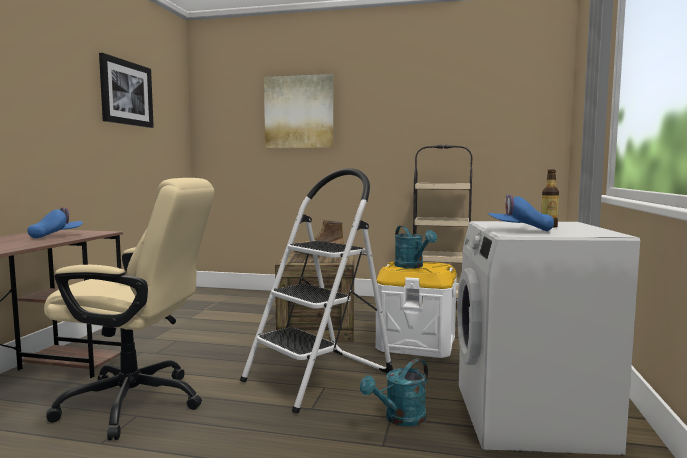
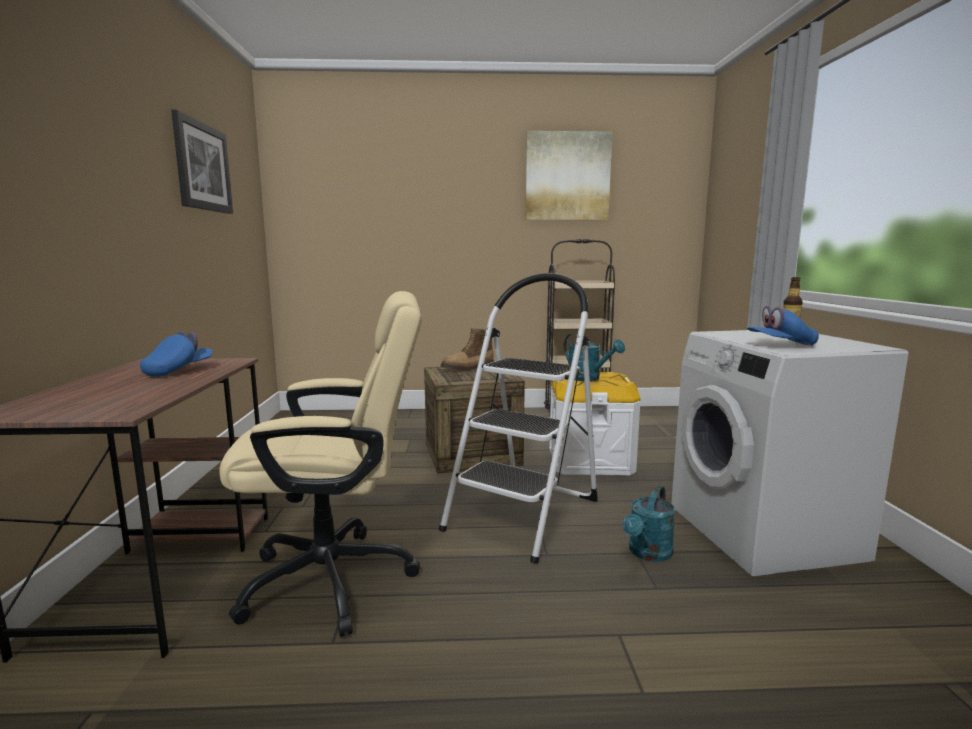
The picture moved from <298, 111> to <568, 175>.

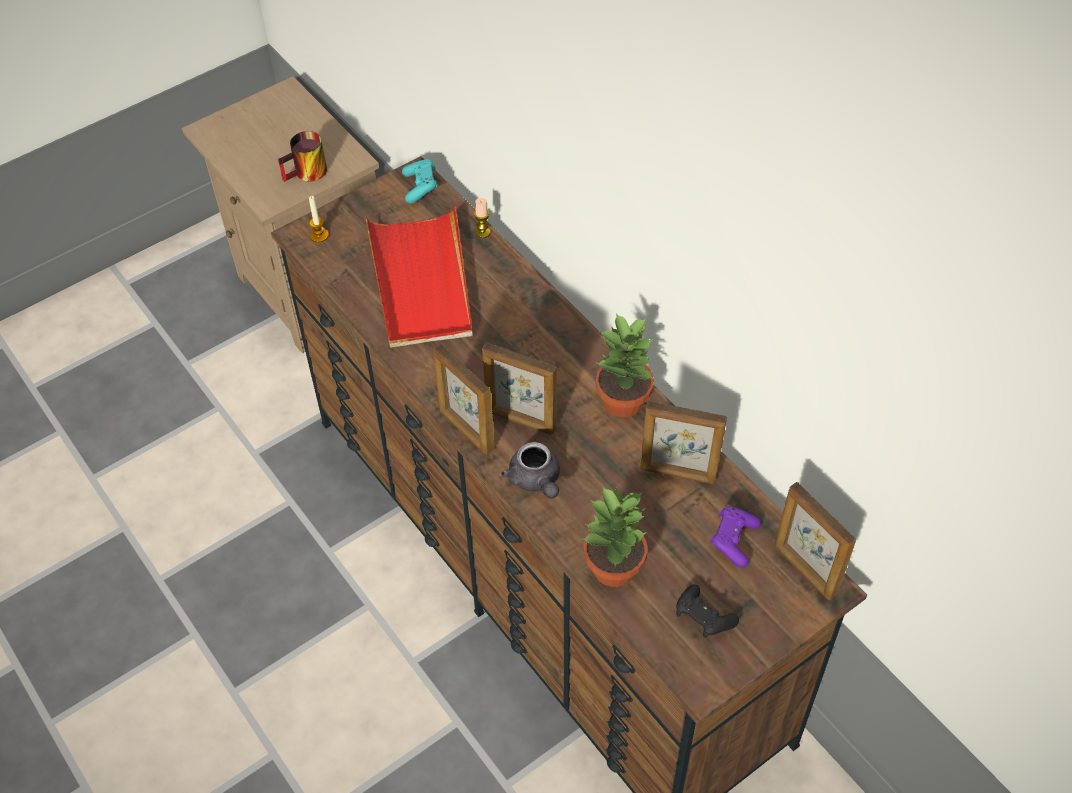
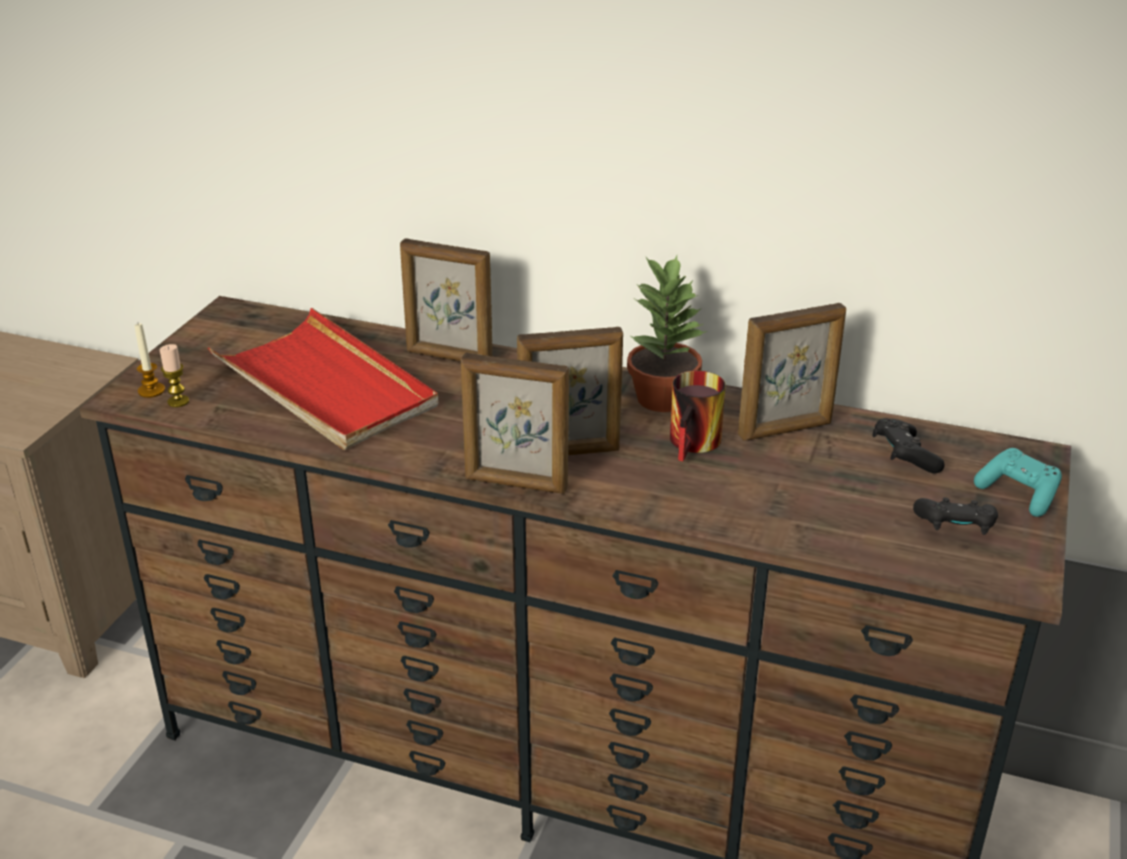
The candle moved from <482, 218> to <174, 375>. The picture_frame moved from <815, 541> to <446, 299>. The coffee_mug moved from <302, 156> to <698, 416>. The purple-coloured_gamepad at <735, 537> became the blackish_gamepad at <908, 446>. The turquoise-coloured_gamepad moved from <420, 181> to <1018, 482>. The grey_teapot at <530, 470> disappeared. The potted_plant at <615, 537> disappeared.

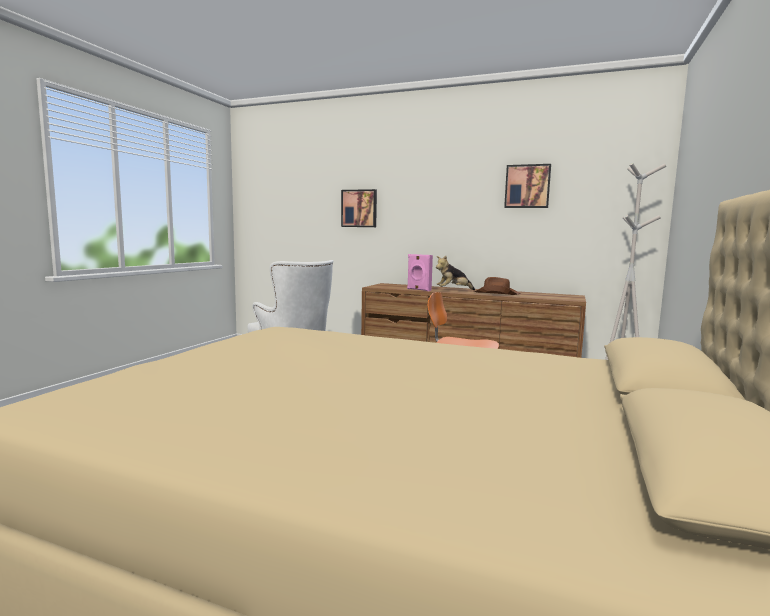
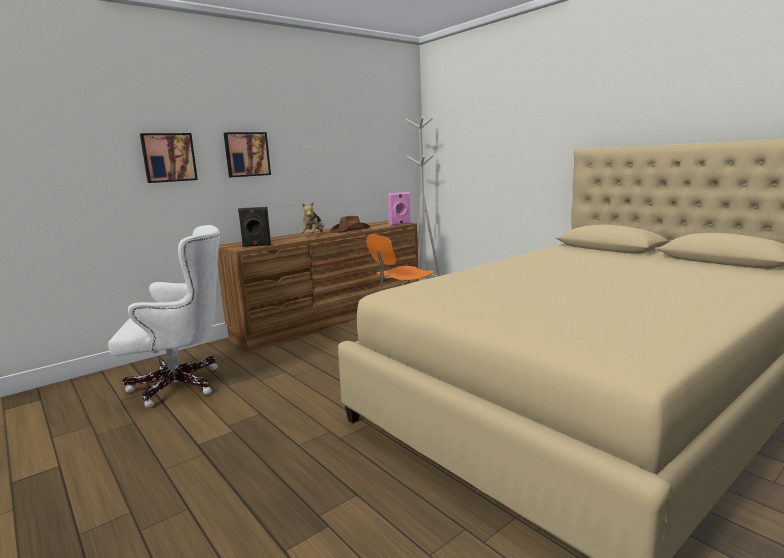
The picture moved from <527, 186> to <247, 154>. The blackish_audio_speaker at <254, 227> appeared. The pink-coloured_audio_speaker moved from <420, 272> to <399, 209>.

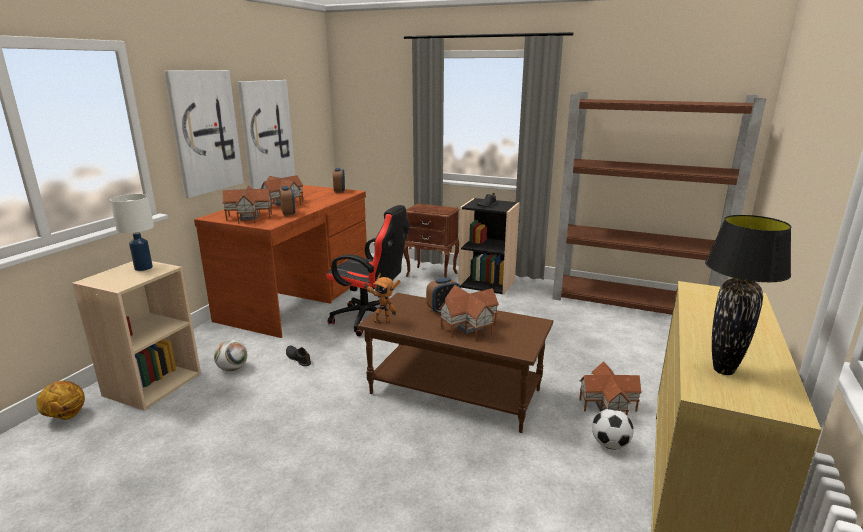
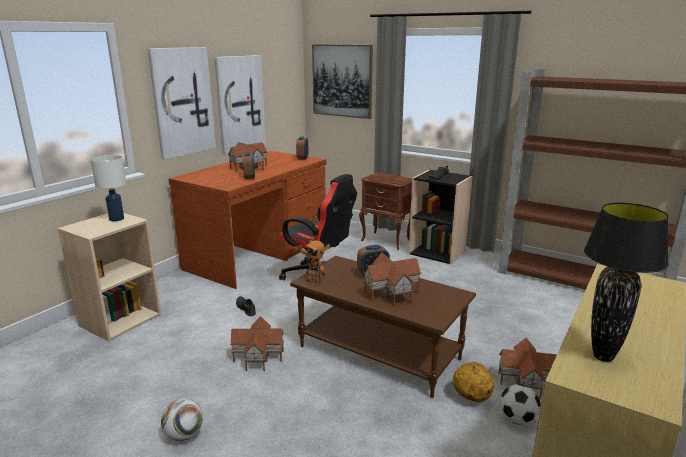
The football moved from <230, 355> to <182, 419>. The toy_house moved from <247, 205> to <257, 343>. The picture at <342, 81> appeared. The ball_for_basketball moved from <60, 400> to <473, 382>.

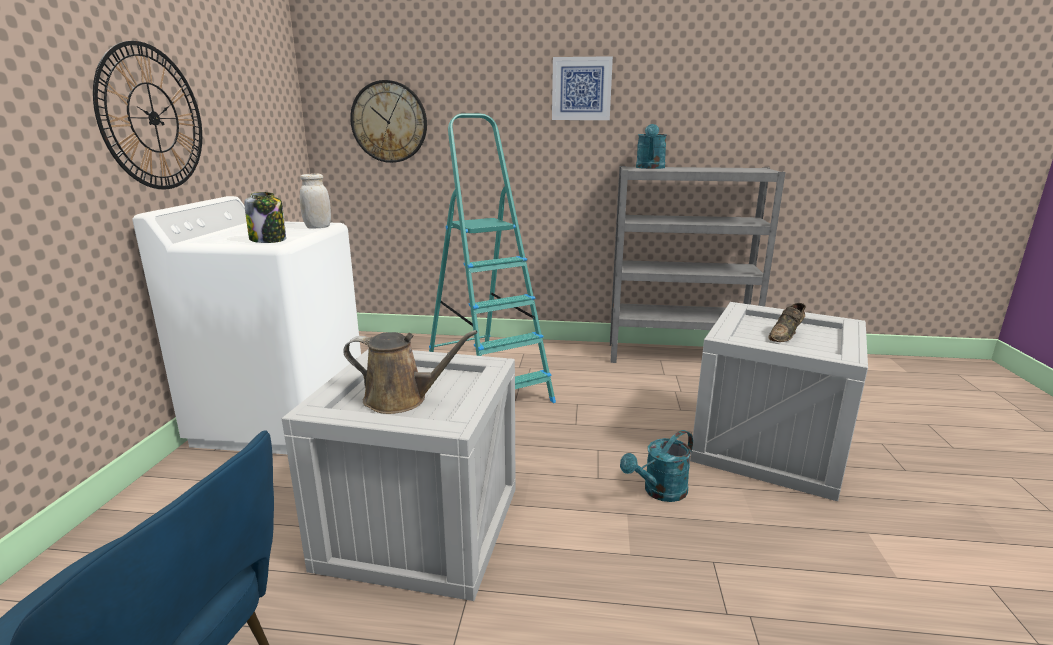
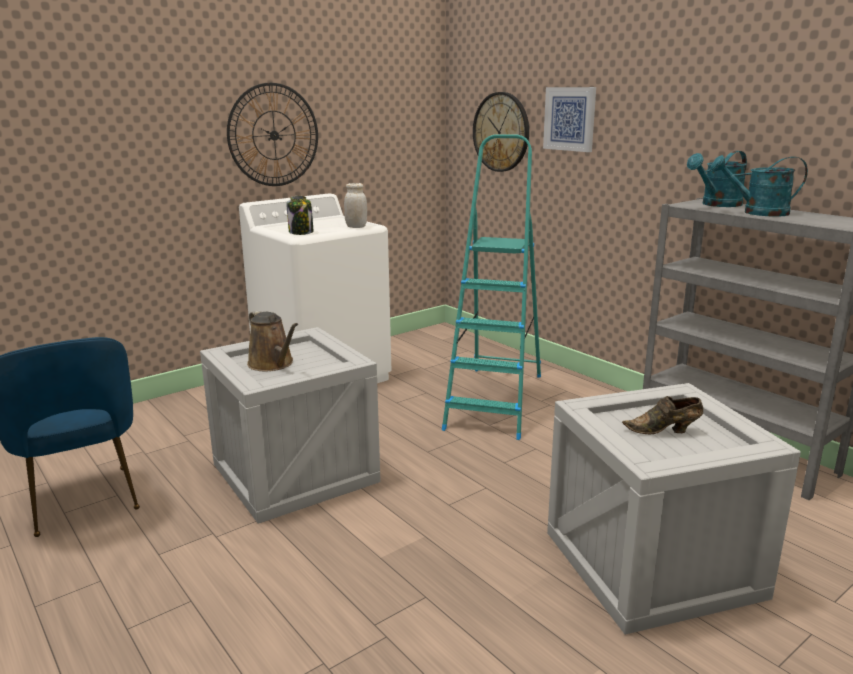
The picture moved from <582, 88> to <569, 119>. The turquoise-coloured_watering_pot moved from <656, 466> to <759, 186>.

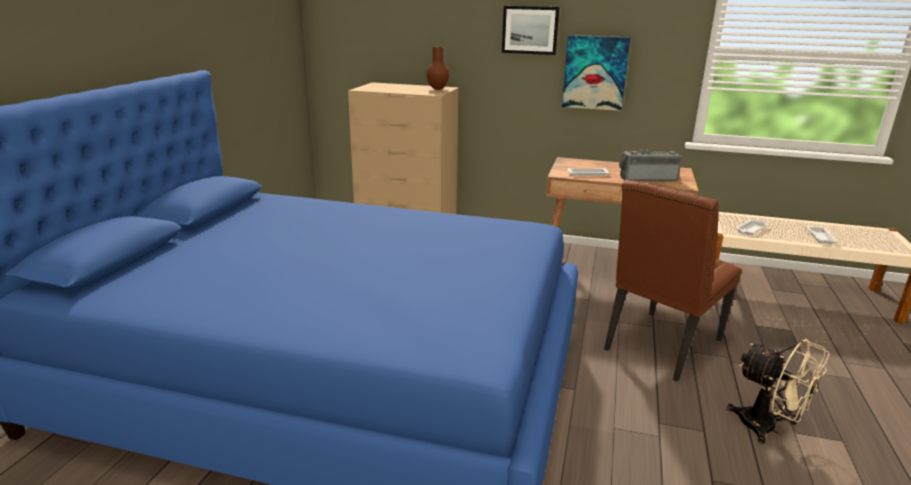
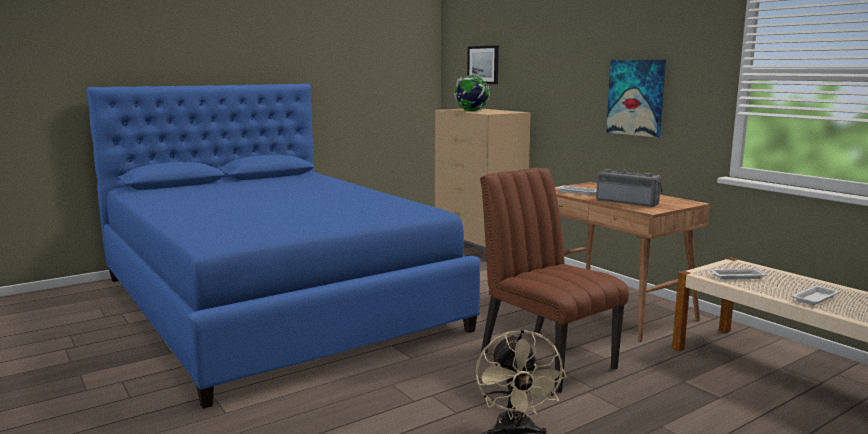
The desk_globe at <472, 92> appeared. The picture moved from <530, 30> to <483, 64>. The brown_upright_chair at <673, 280> turned 60 degrees clockwise. The brown_flower_vase at <437, 68> disappeared.

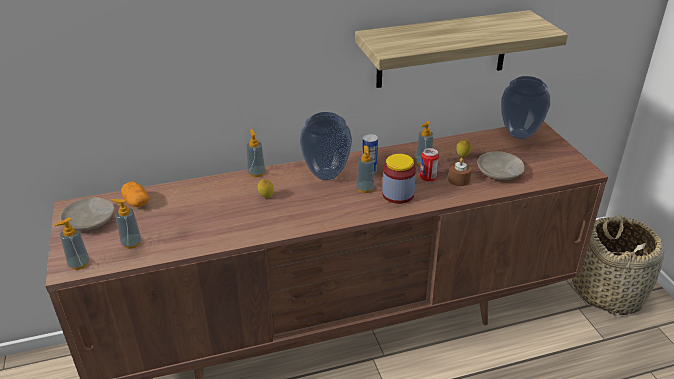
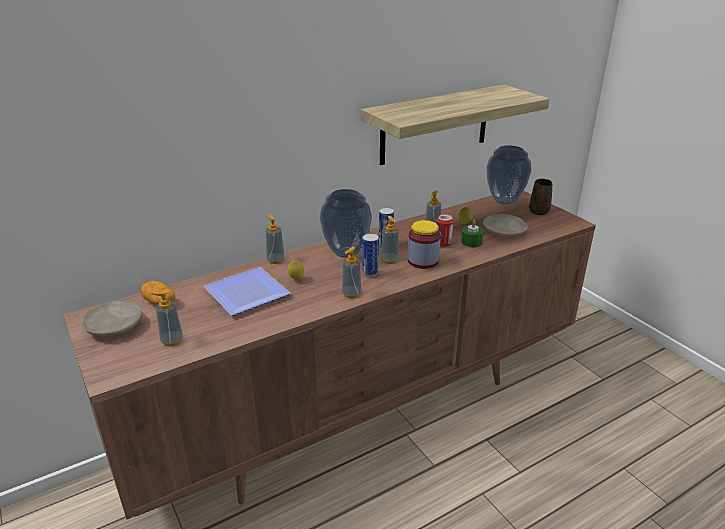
The plate at <247, 291> appeared. The liquid_soap_bottle moved from <72, 244> to <352, 273>. The metal_can at <370, 255> appeared. The brown_candle at <460, 172> became the green_candle at <472, 233>. The brown_coffee_mug at <540, 197> appeared. The basket at <618, 265> disappeared.

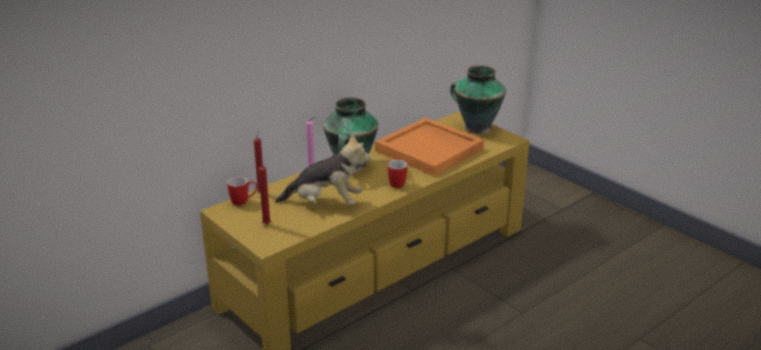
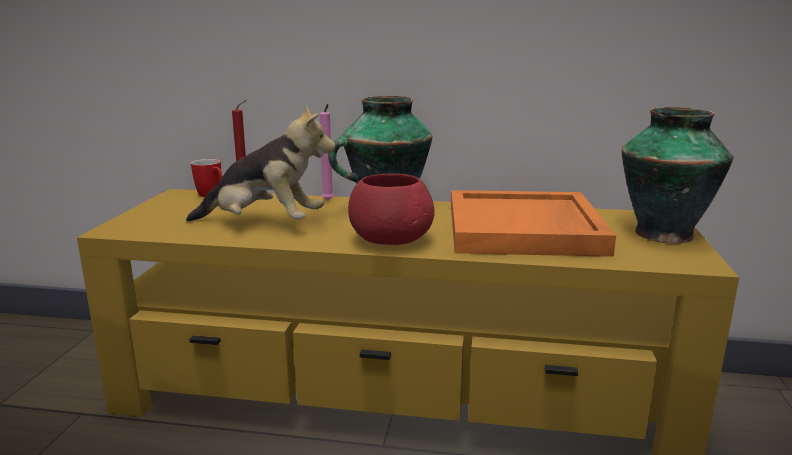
The plush_toy at <323, 169> turned 45 degrees counterclockwise. The coffee_mug at <397, 173> was replaced by the red-coloured_bowl at <391, 209>. The red-coloured_candle at <265, 195> disappeared.

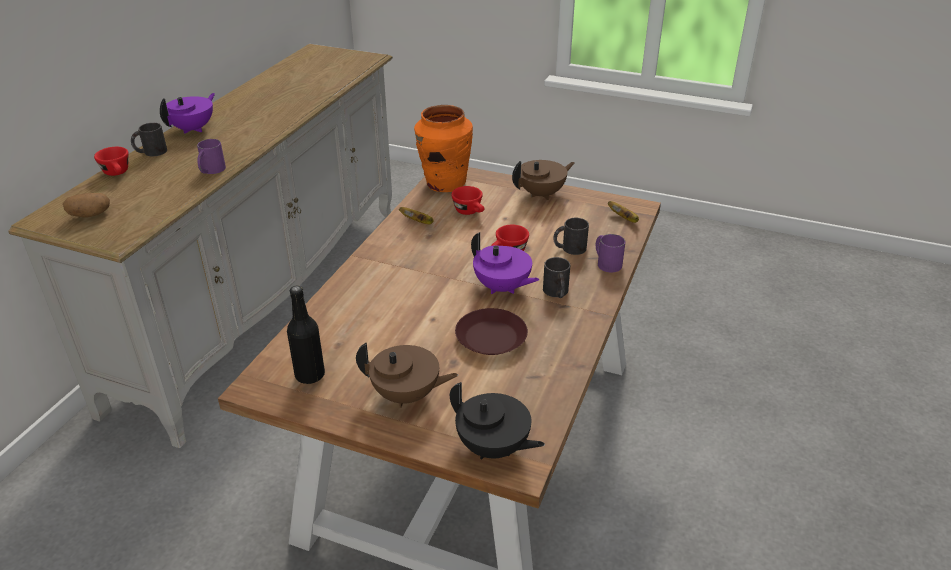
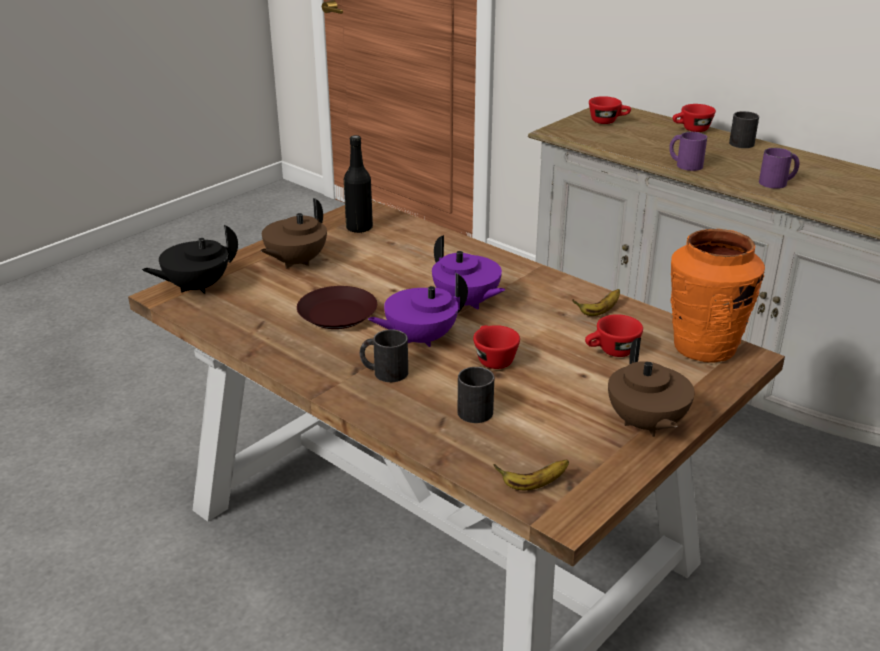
The purple-coloured_teapot moved from <187, 113> to <468, 272>. The spud at <86, 205> was replaced by the red-coloured_drinking_cup at <610, 110>. The purple-coloured_coffee_mug moved from <610, 253> to <779, 168>.

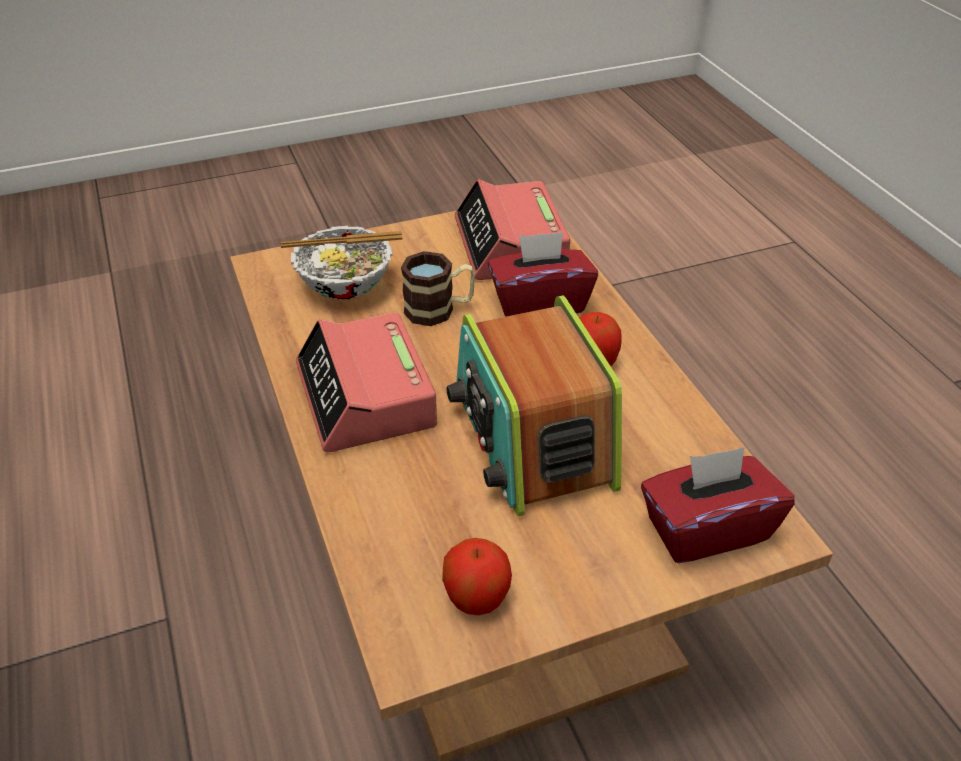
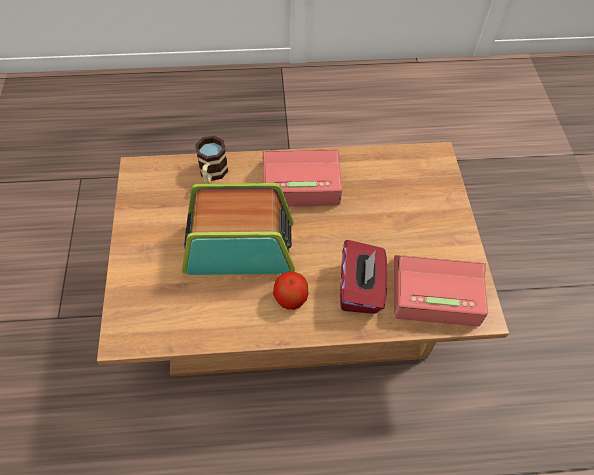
The coffee_mug moved from <438, 288> to <211, 159>. The bowl at <342, 263> disappeared. The apple_fruit at <477, 576> disappeared. The red-coloured_tissue_holder at <718, 505> disappeared.

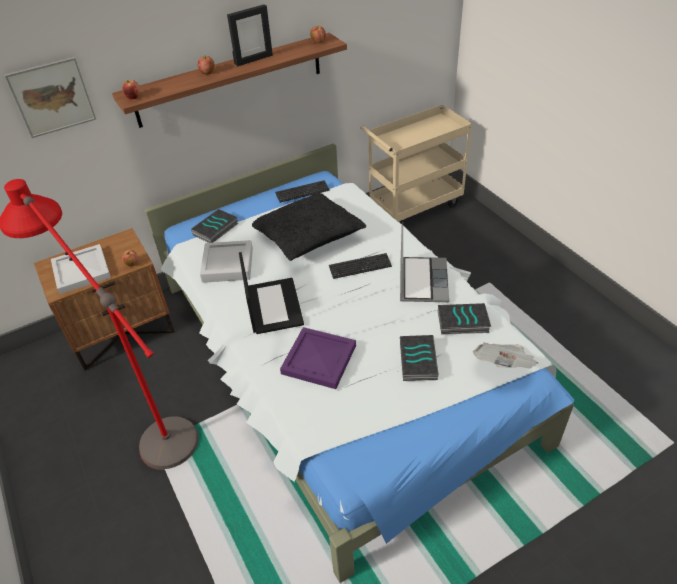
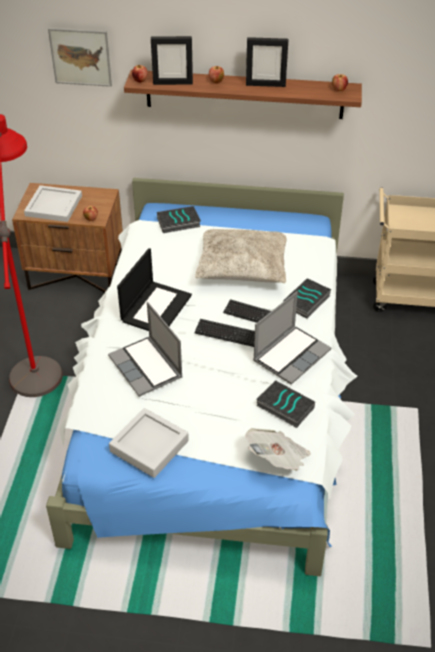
The purple-coloured_tray at <318, 358> was replaced by the notebook_computer at <145, 349>. The grey_tray moved from <226, 261> to <149, 443>. The picture_frame at <172, 60> appeared. The computer_keyboard moved from <302, 191> to <224, 333>. The blackish_cushion at <309, 227> became the beige_cushion at <241, 256>. The book moved from <419, 358> to <307, 298>.

